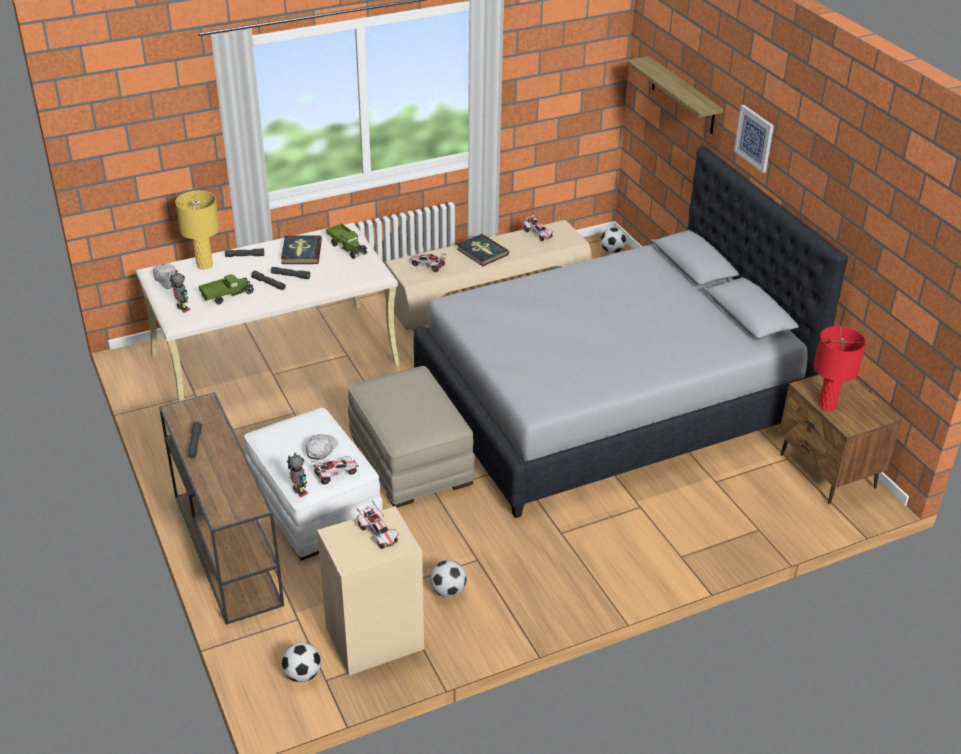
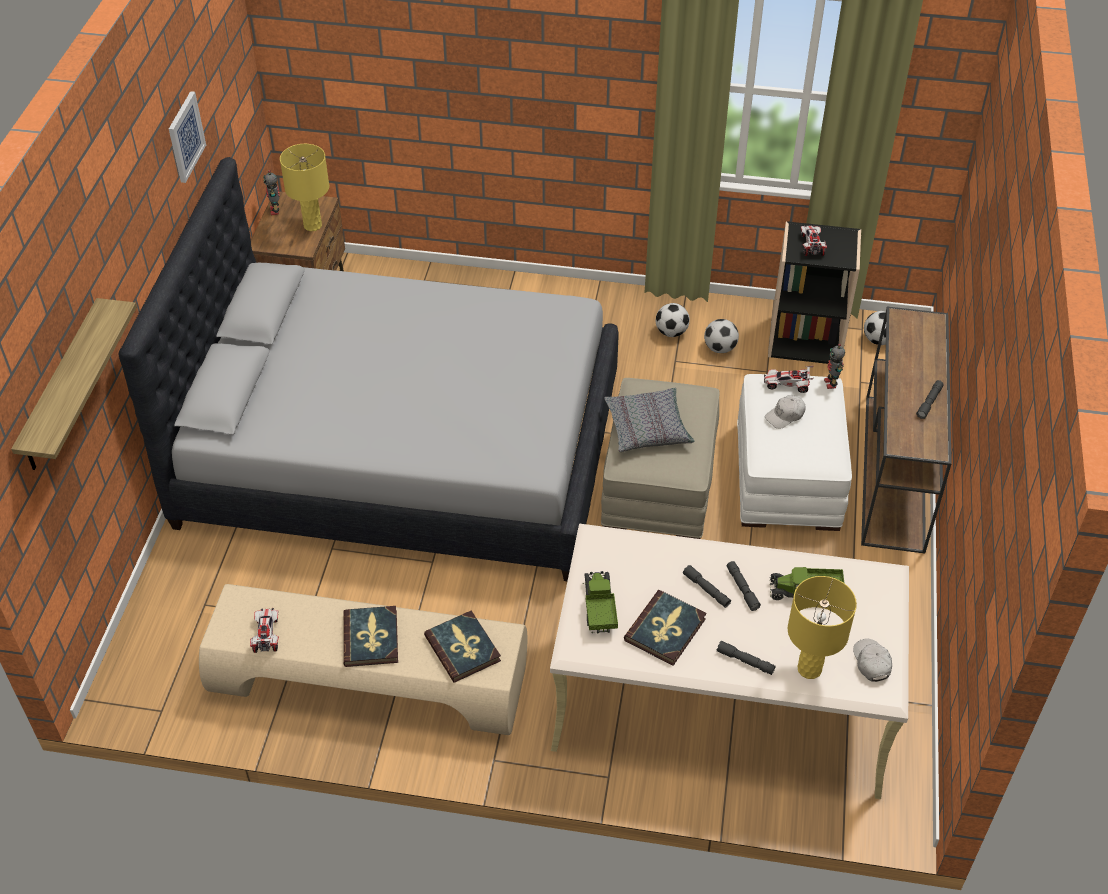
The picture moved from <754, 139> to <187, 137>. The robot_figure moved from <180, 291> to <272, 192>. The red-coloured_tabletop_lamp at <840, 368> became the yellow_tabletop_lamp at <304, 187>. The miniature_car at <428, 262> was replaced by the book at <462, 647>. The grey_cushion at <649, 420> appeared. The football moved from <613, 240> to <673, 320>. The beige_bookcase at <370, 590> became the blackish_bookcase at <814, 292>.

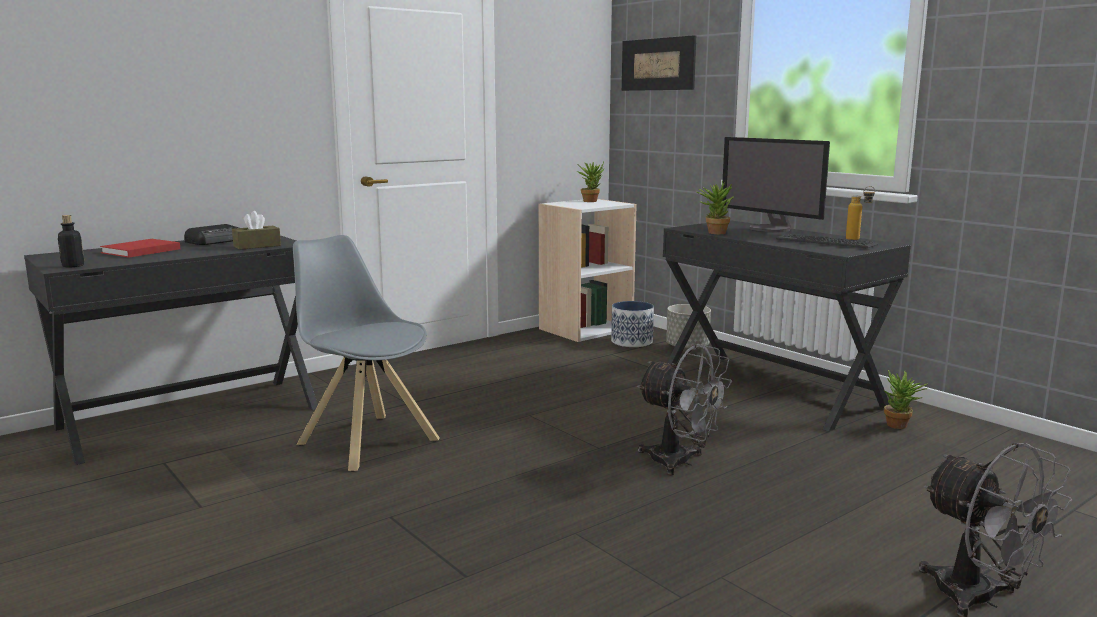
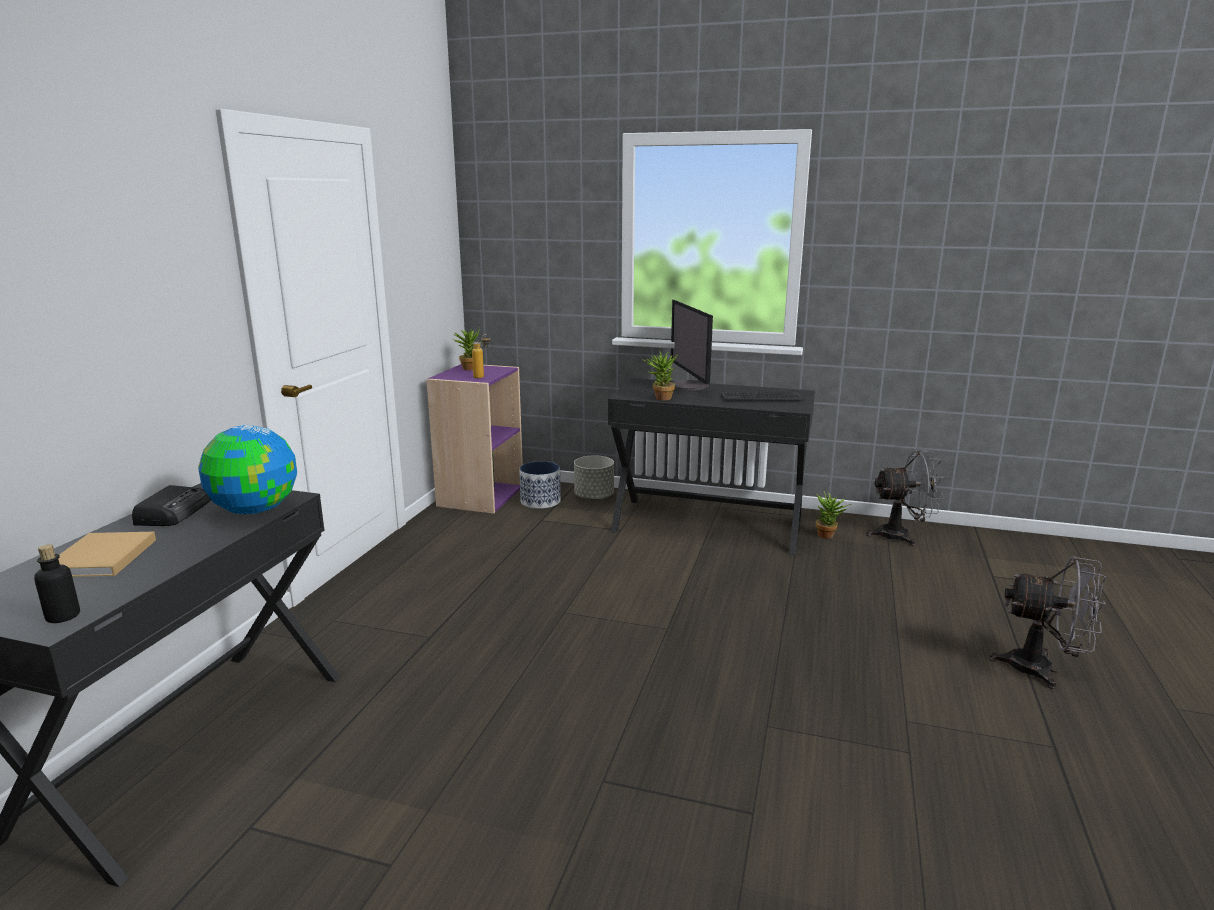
The red-coloured_book at <140, 248> became the beige_book at <98, 554>. The brown_tissue_holder at <256, 230> was replaced by the desk_globe at <247, 469>. The whitish_bookcase at <588, 270> became the purple-coloured_bookcase at <474, 439>. The beverage_bottle moved from <860, 213> to <481, 356>. The computer_screen at <776, 184> turned 60 degrees clockwise. The grey_electric_fan moved from <684, 410> to <906, 498>. The grey_upright_chair at <366, 353> disappeared. The picture at <659, 63> disappeared.

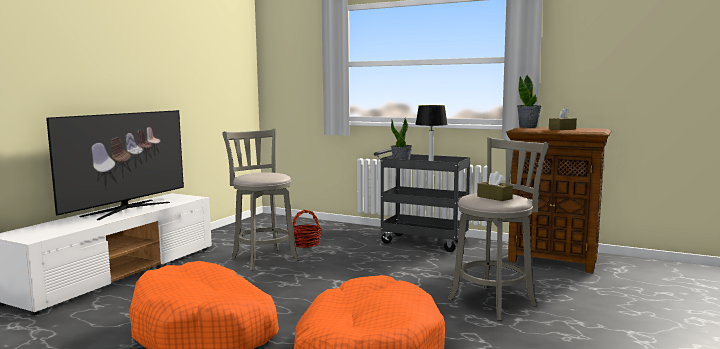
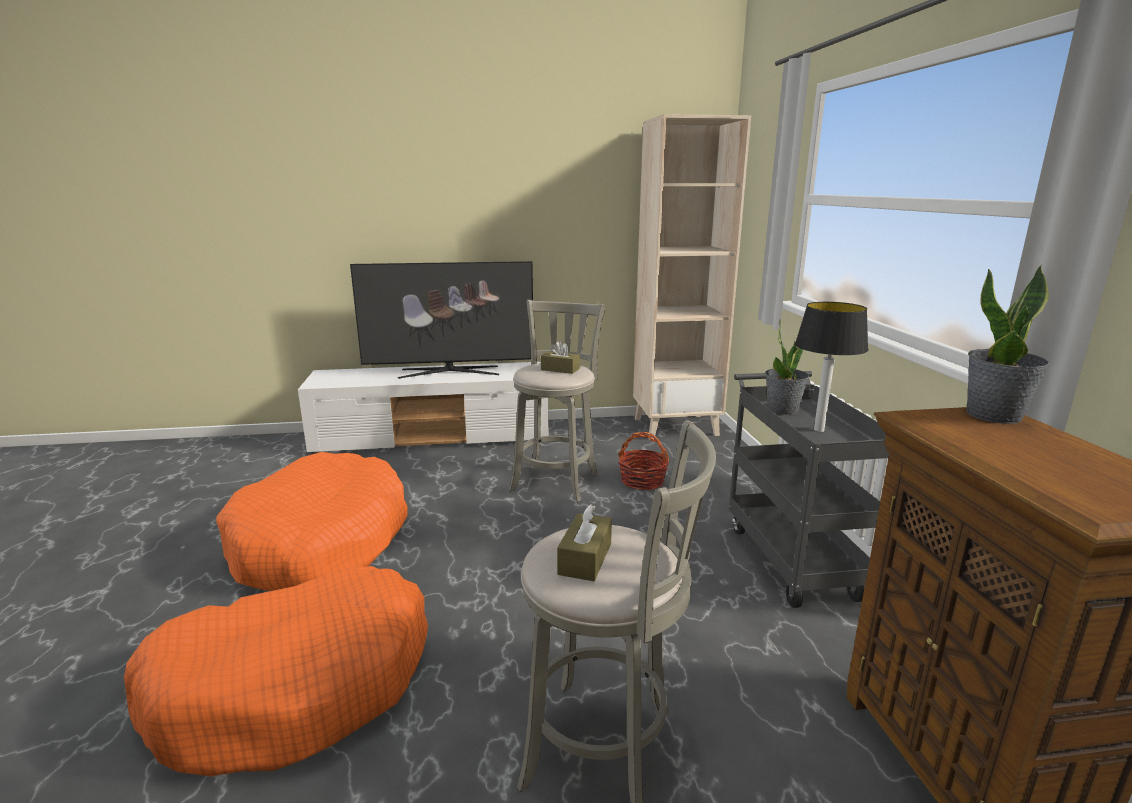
The brown_tissue_holder moved from <563, 118> to <560, 357>. The beige_bookcase at <692, 277> appeared.

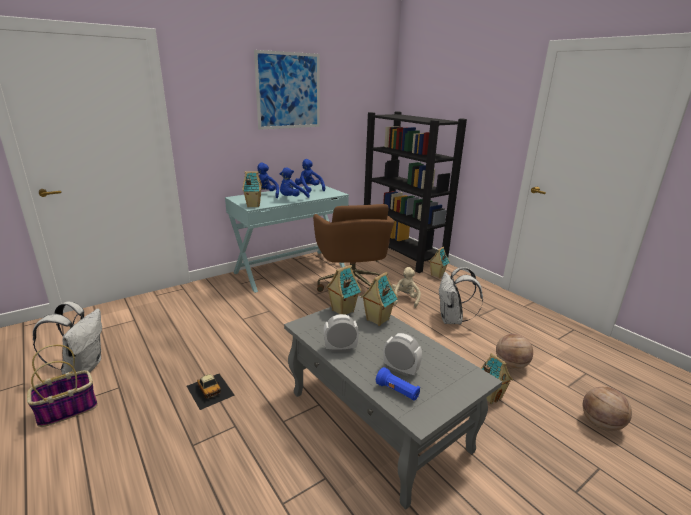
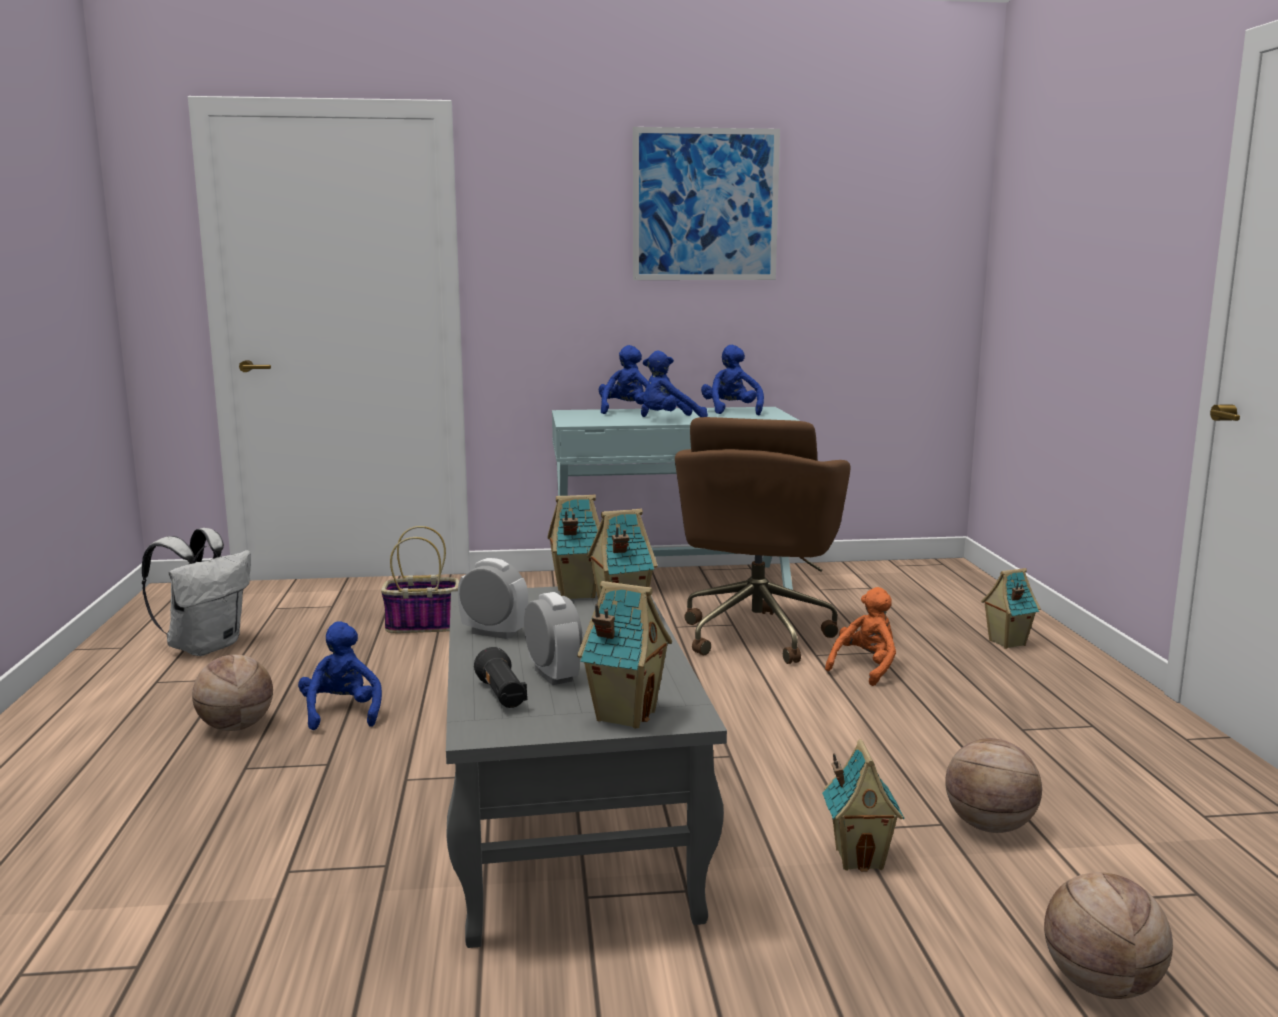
The ball_for_basketball at <232, 693> appeared. The miniature_car at <211, 391> was replaced by the blue-coloured_plush_toy at <340, 676>. The basket moved from <62, 386> to <420, 579>. The blue-coloured_flashlight at <398, 384> became the blackish_flashlight at <500, 677>. The toy_house moved from <252, 189> to <624, 655>. The beige_plush_toy at <406, 287> became the orange-coloured_plush_toy at <860, 636>. The blackish_bookcase at <415, 192> disappeared. The whitish_backpack at <461, 295> disappeared.

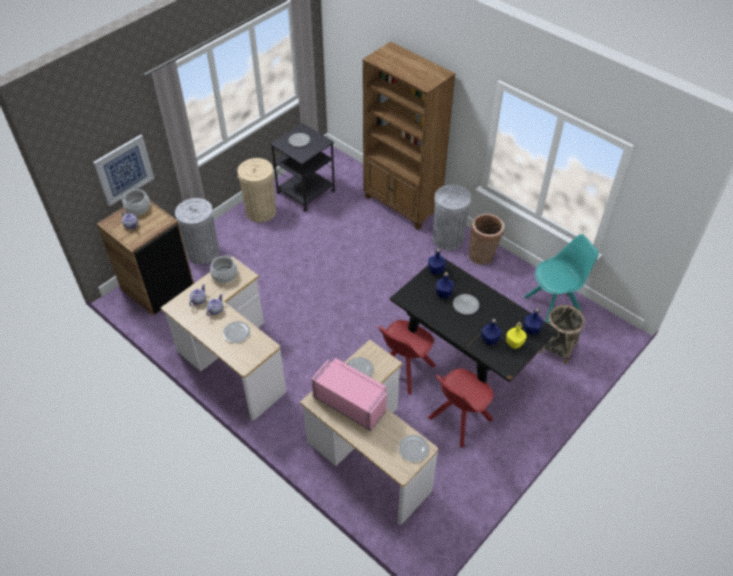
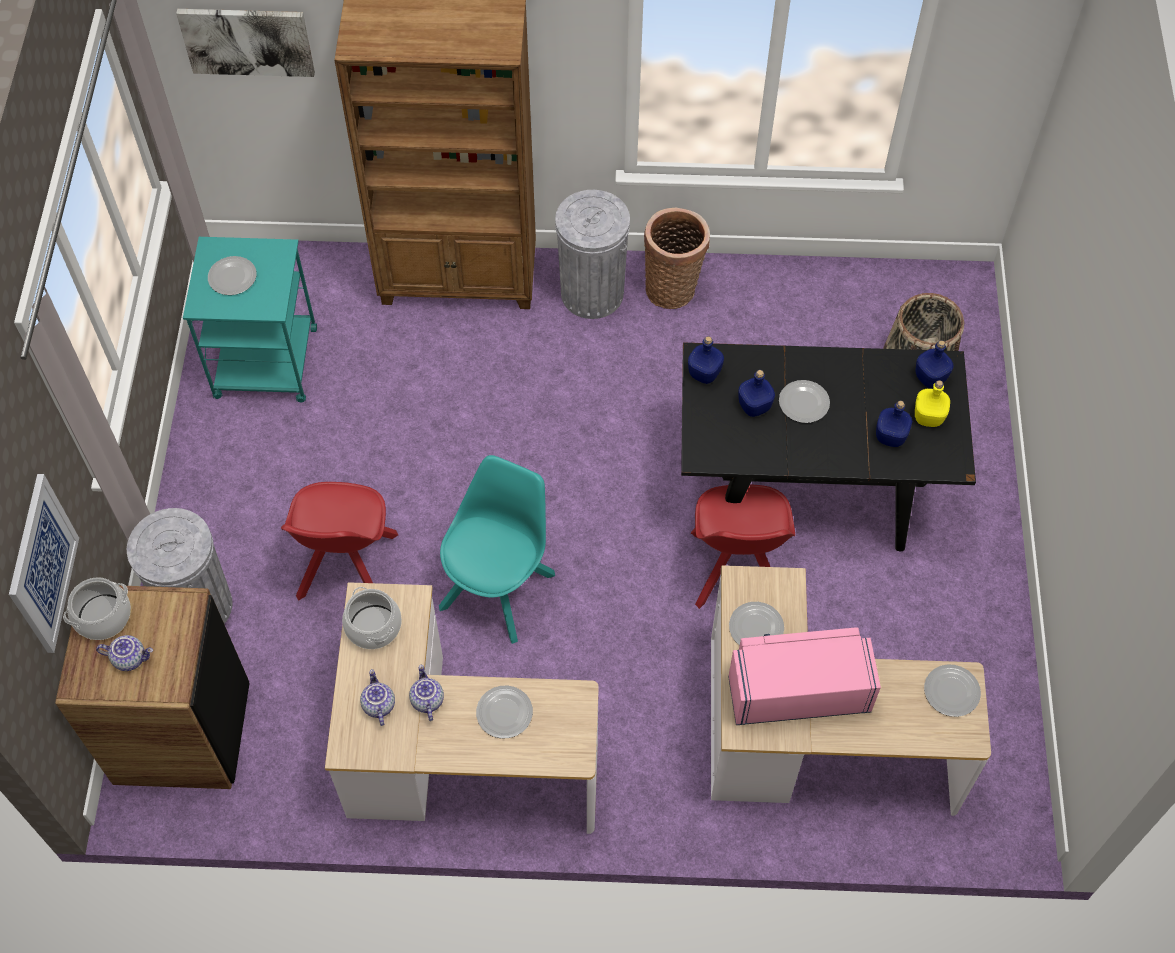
The picture at <245, 43> appeared. The blackish_cart at <302, 167> became the turquoise-coloured_cart at <250, 320>. The red-coloured_upright_chair moved from <461, 408> to <339, 541>. The turquoise-coloured_upright_chair moved from <561, 278> to <497, 549>. The beige_trash_can at <256, 190> disappeared.

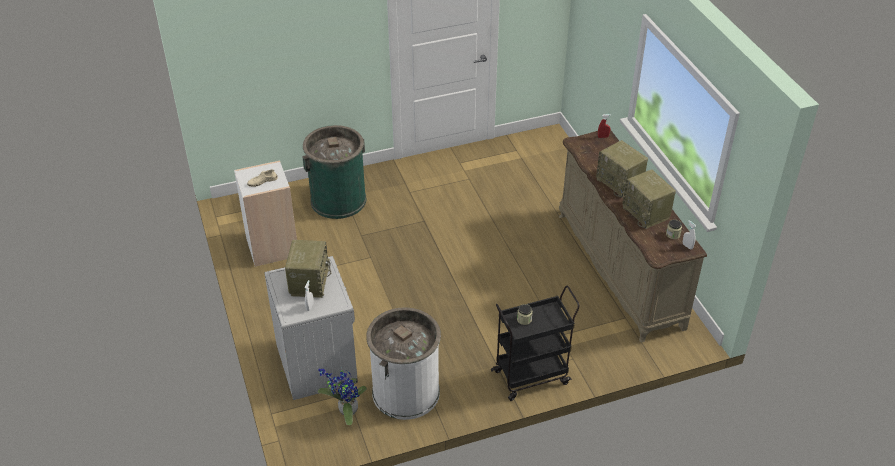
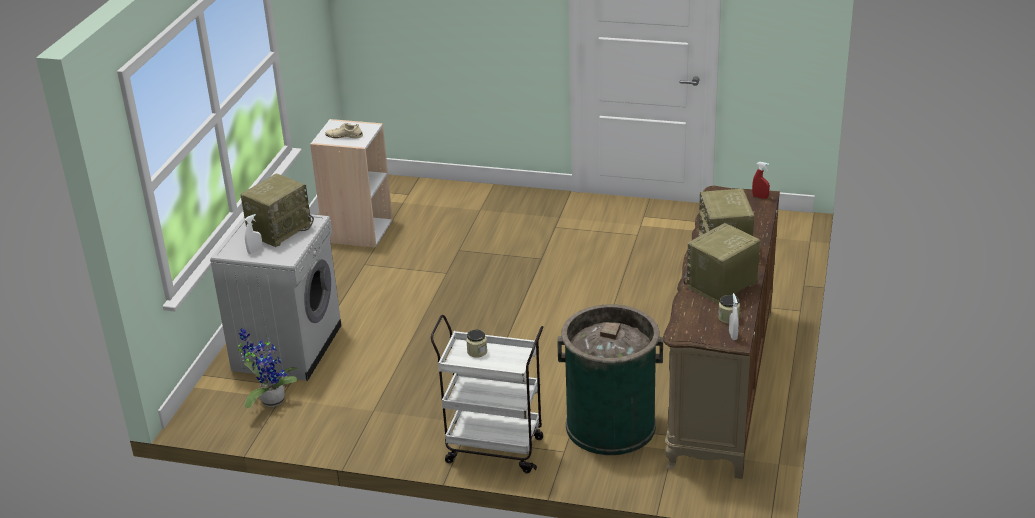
The blackish_cart at <535, 343> became the whitish_cart at <487, 394>. The green_trash_can moved from <334, 172> to <610, 379>. The radio_set at <649, 199> turned 45 degrees clockwise. The whitish_trash_can at <403, 363> disappeared.

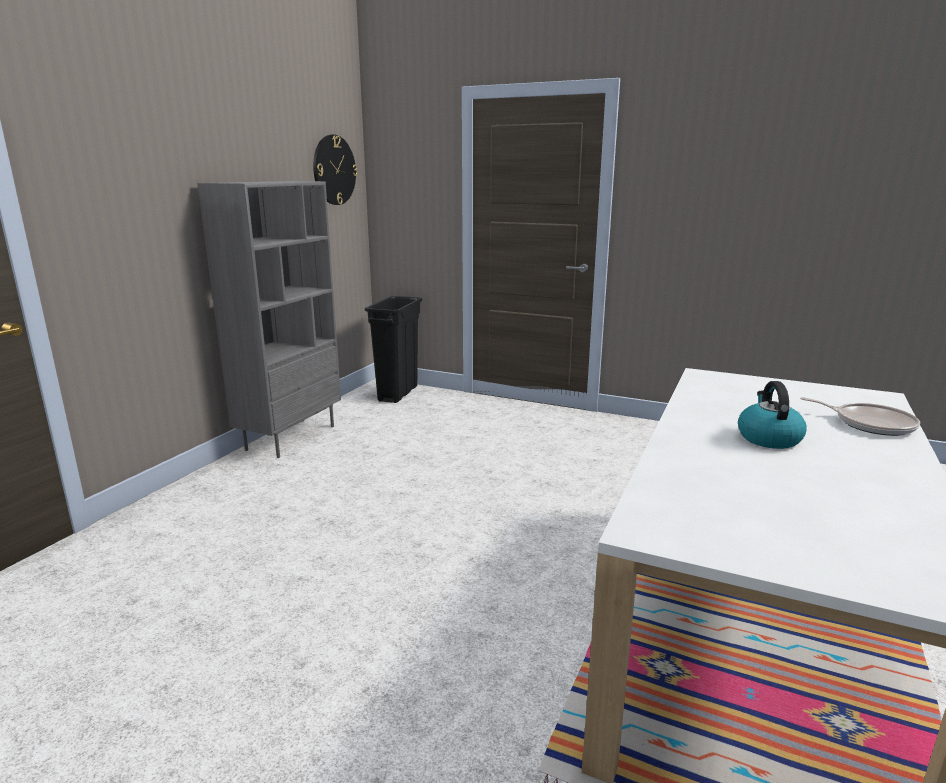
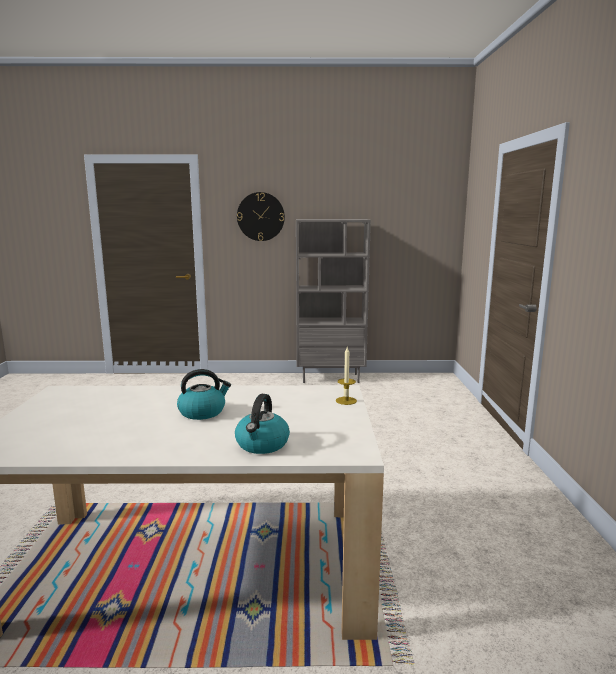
The pan at <860, 416> was replaced by the kettle at <262, 424>. The wall_clock moved from <335, 170> to <261, 216>. The candle at <346, 376> appeared. The blackish_trash_can at <393, 349> disappeared.

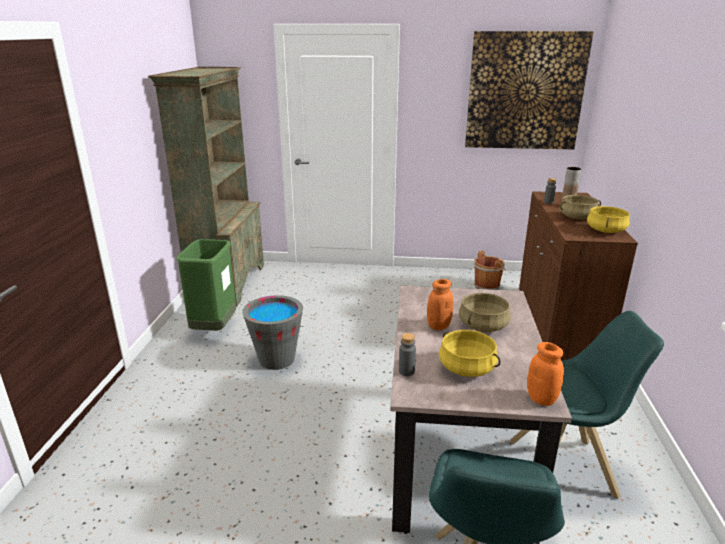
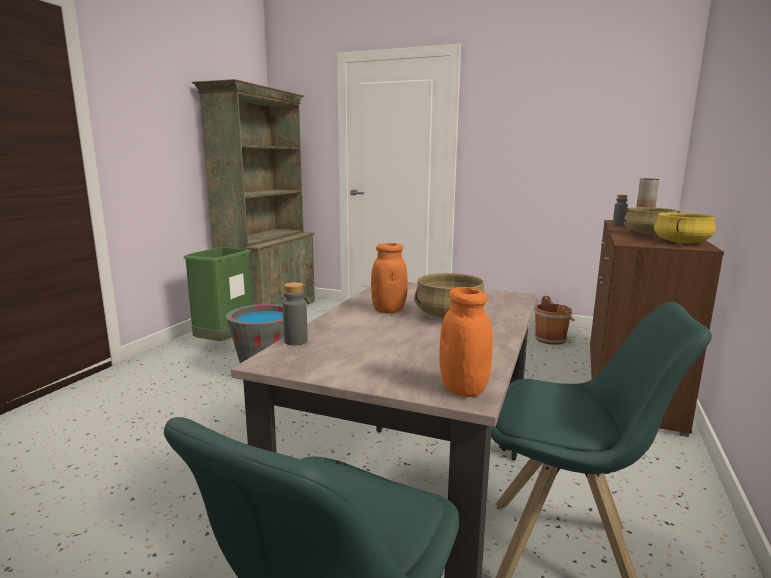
The yellow_stockpot at <470, 353> disappeared. The picture at <529, 90> disappeared.

